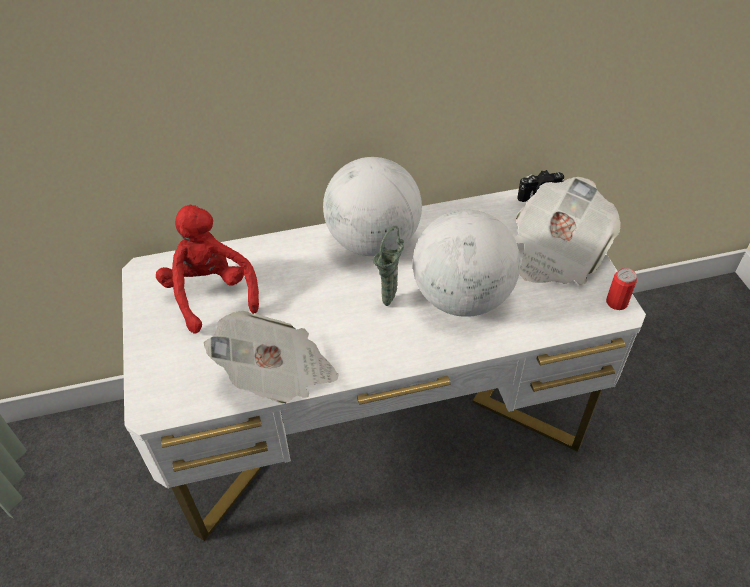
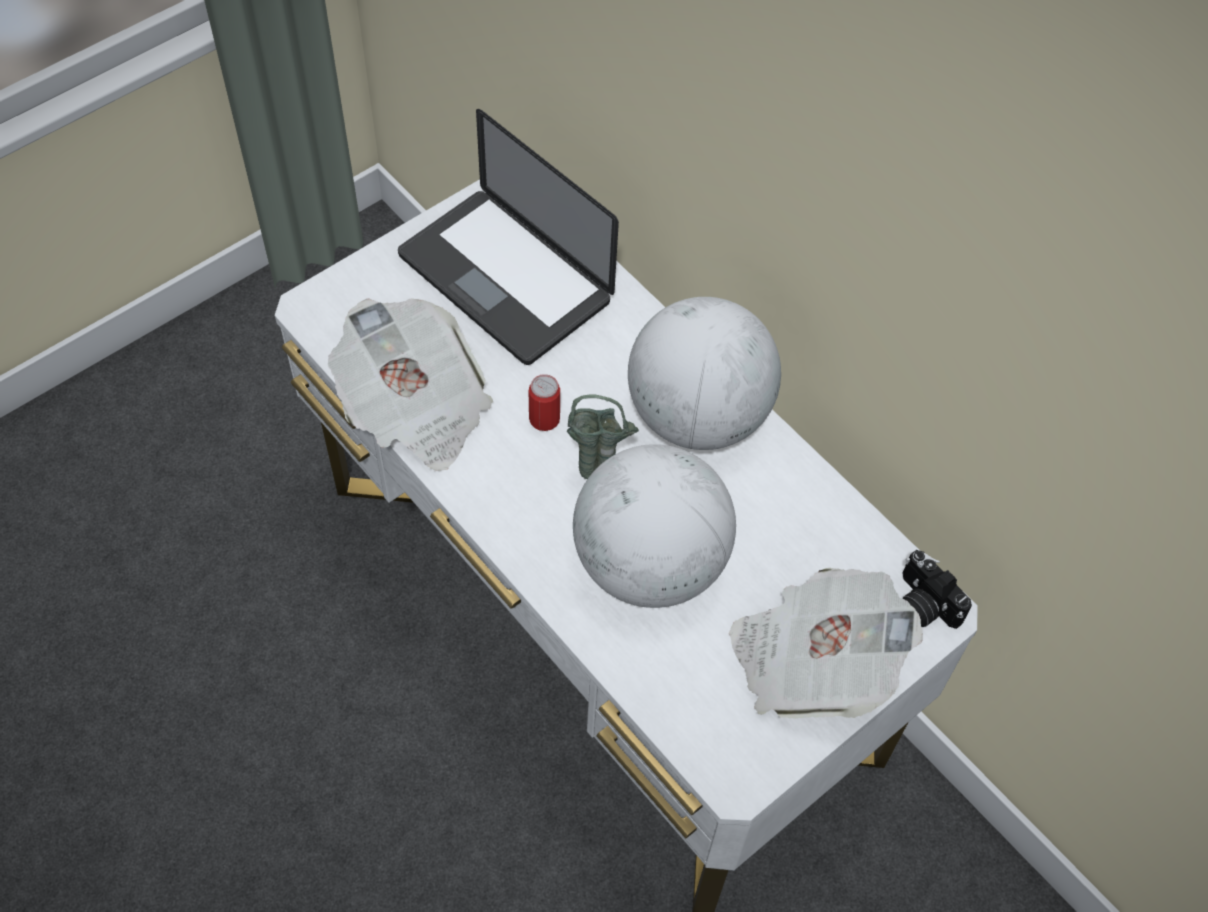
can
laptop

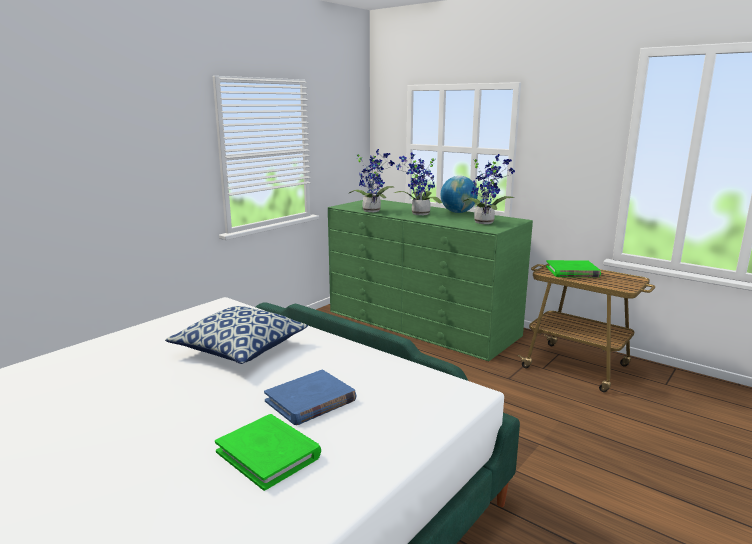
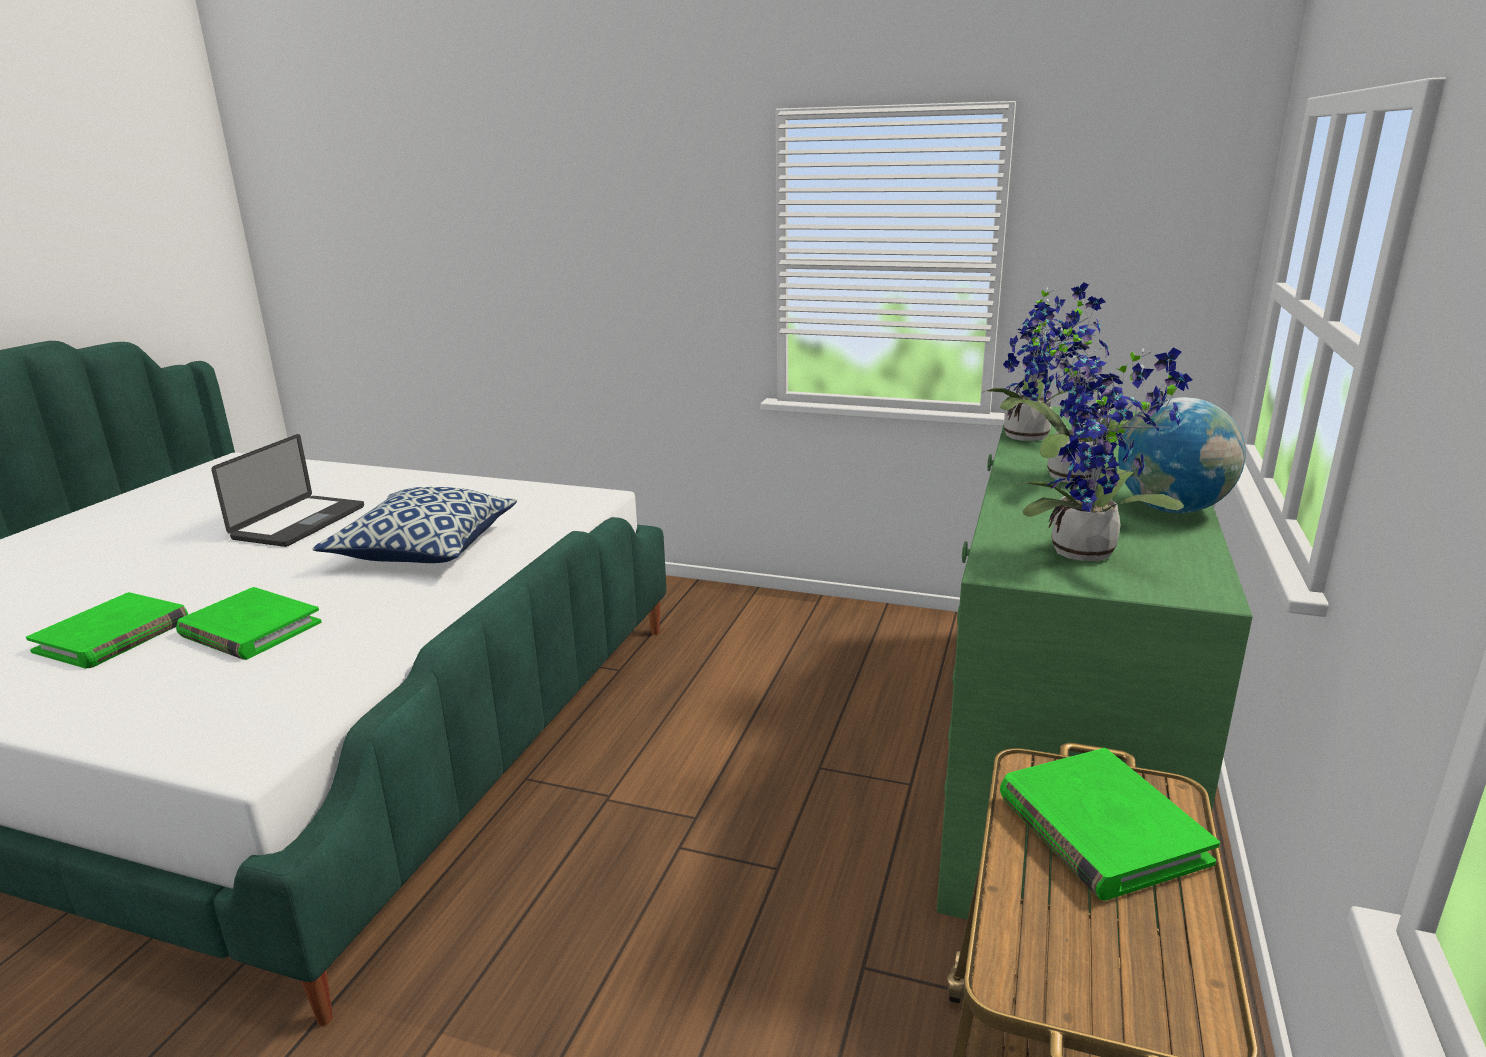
laptop
green book (no. 2 from left)

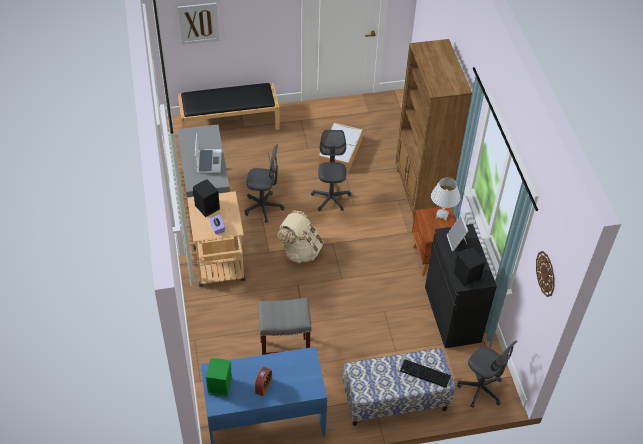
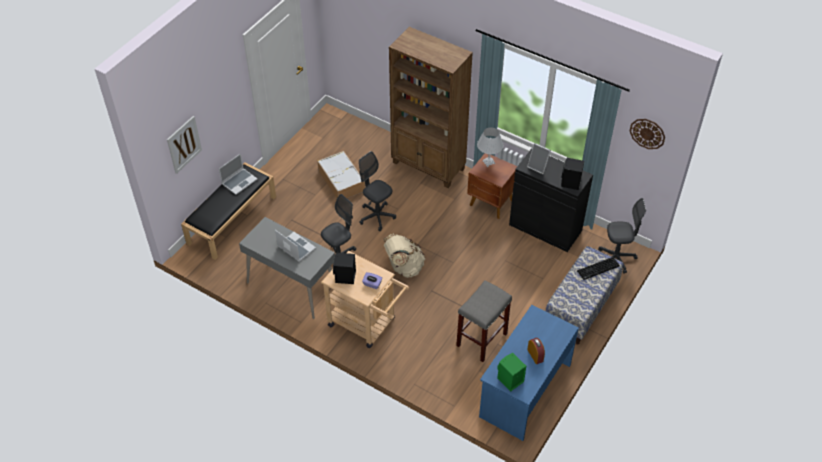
laptop (no. 1 from left)

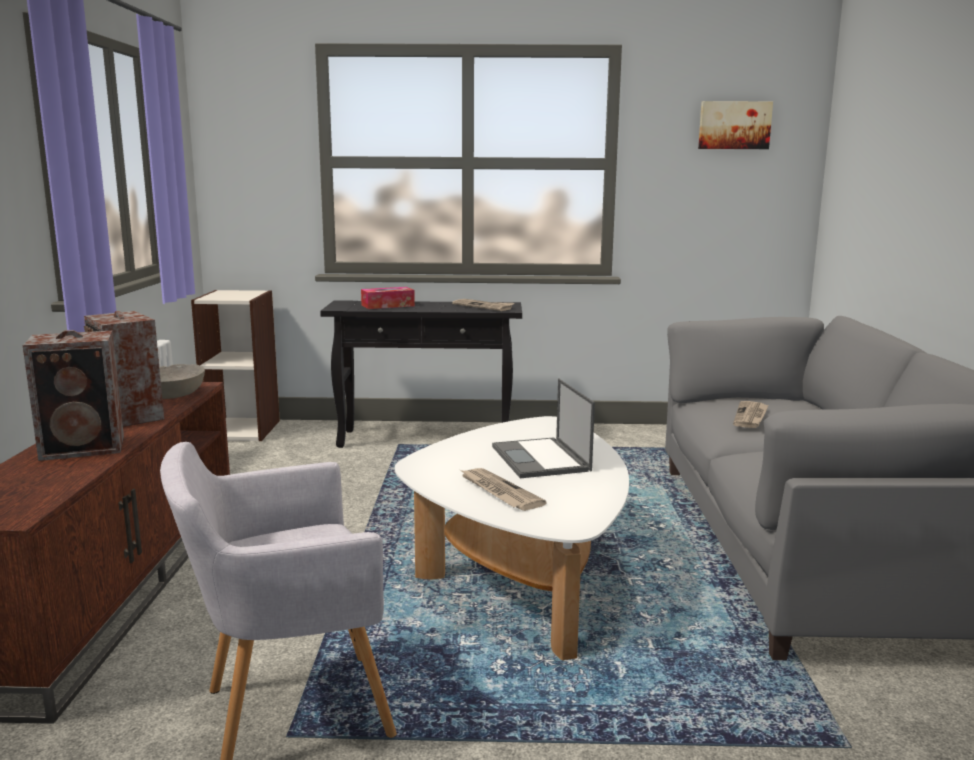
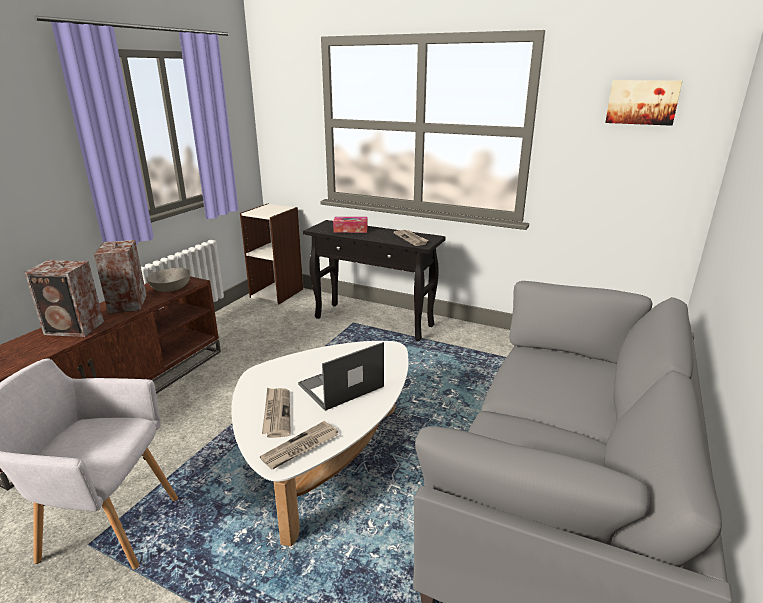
newspaper (no. 2 from left)
laptop

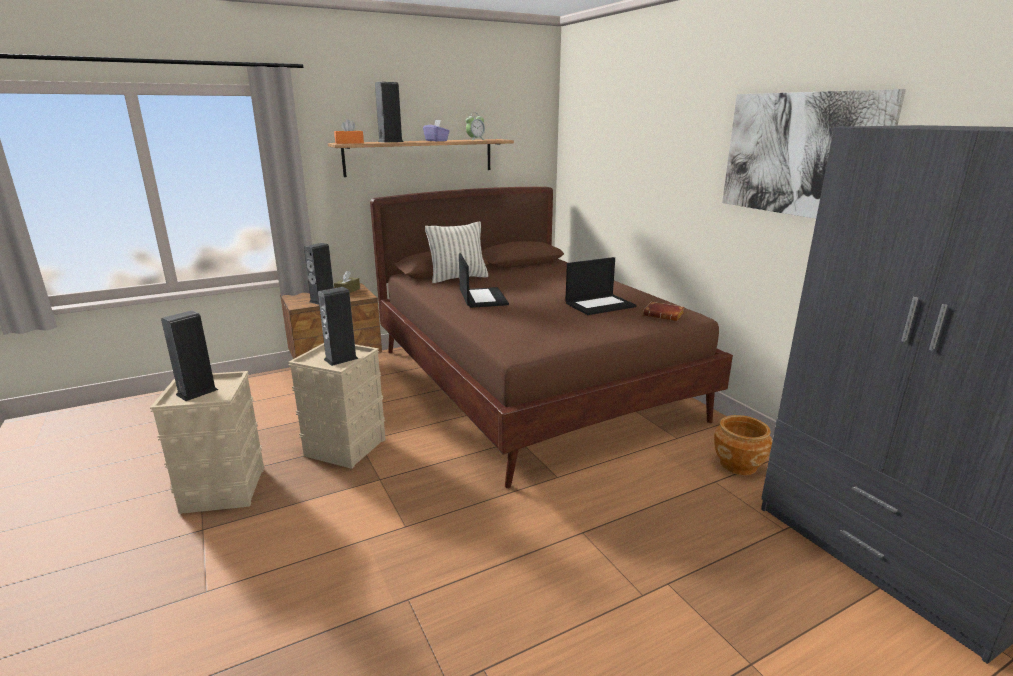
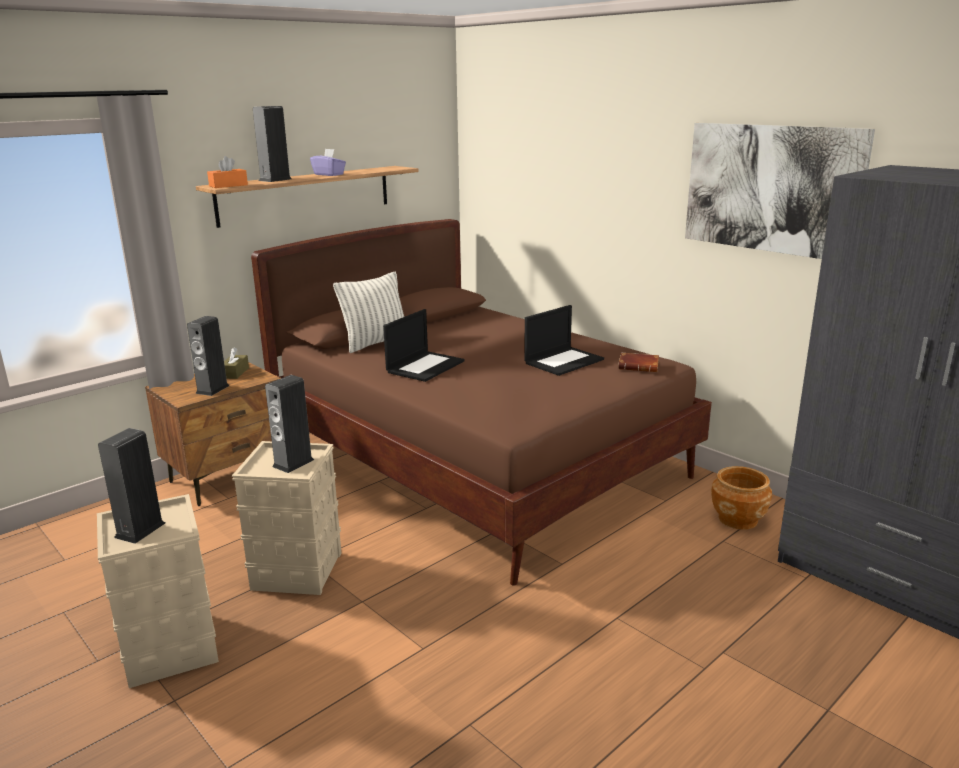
alarm clock
laptop (no. 1 from left)

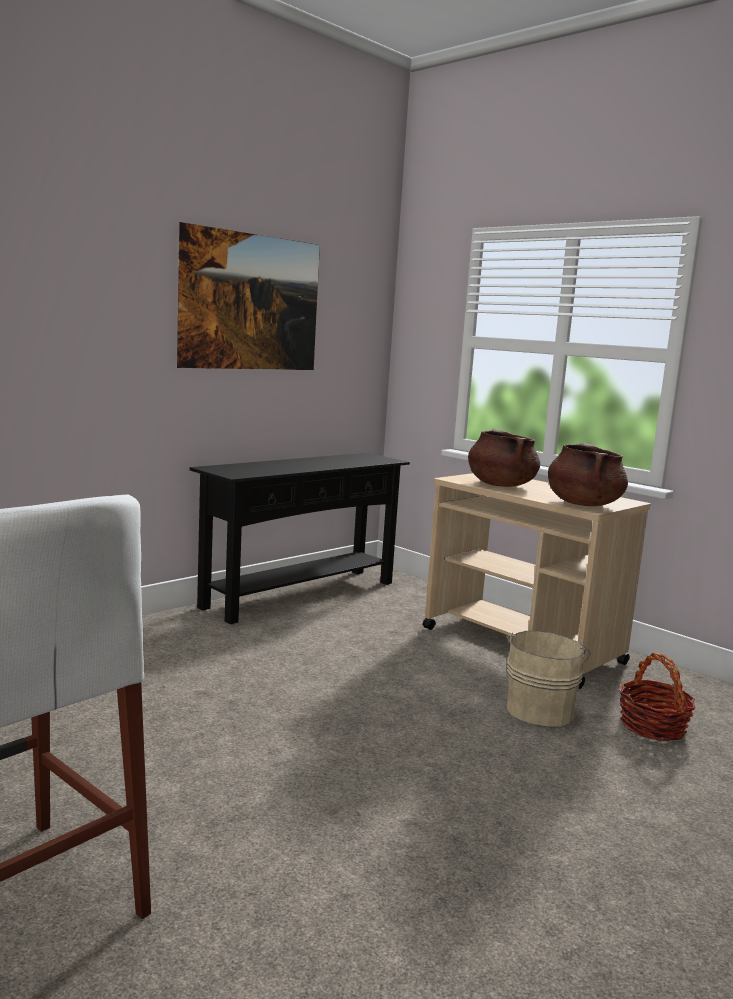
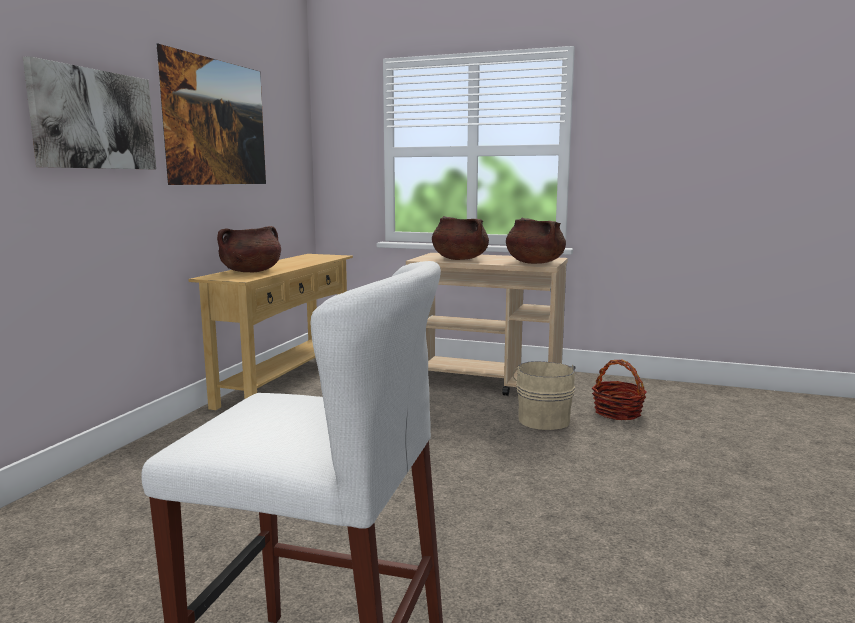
picture (no. 1 from left)
brown cooking pot (no. 1 from left)
beige console table

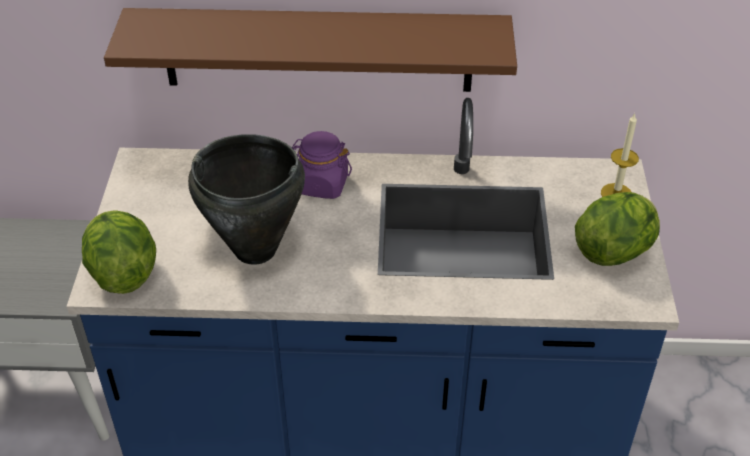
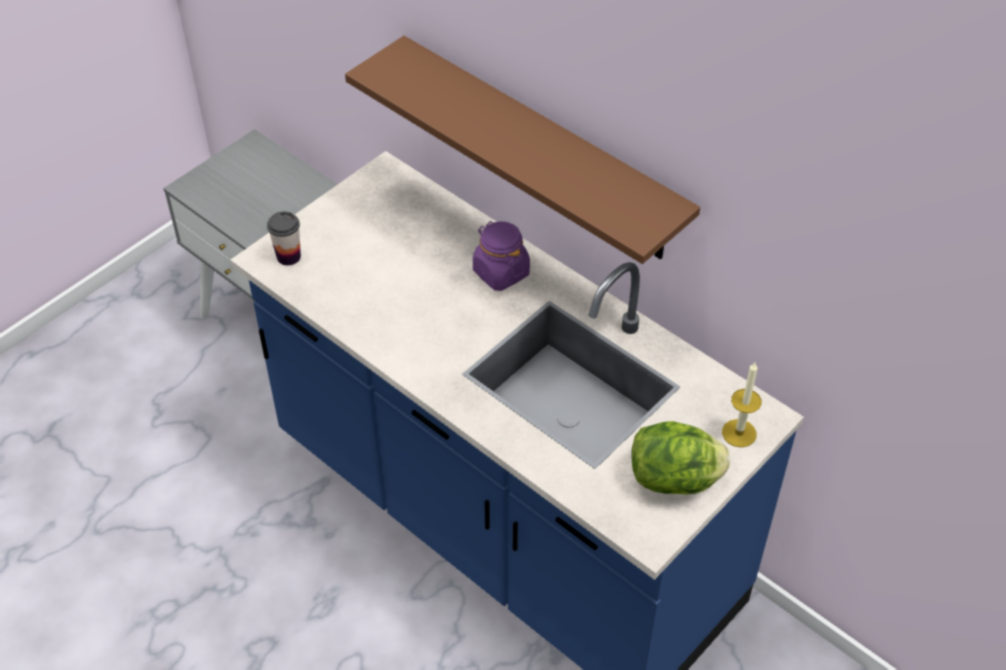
black cooking pot
cup

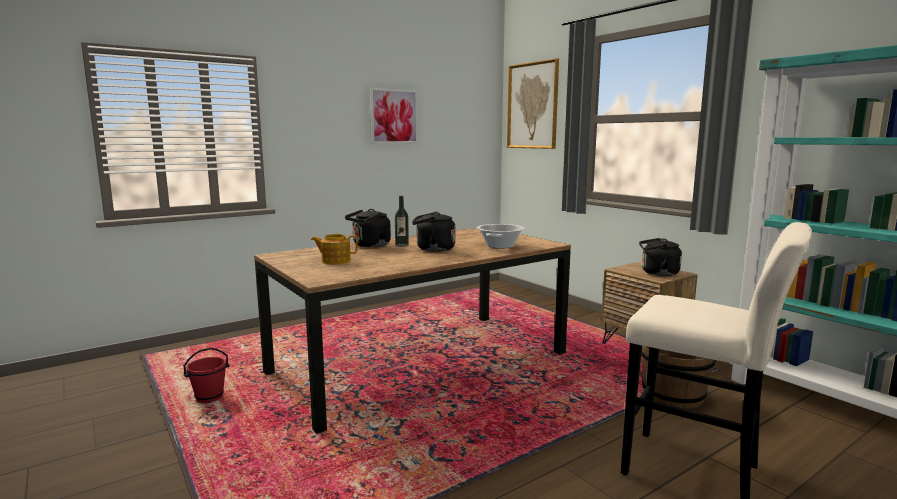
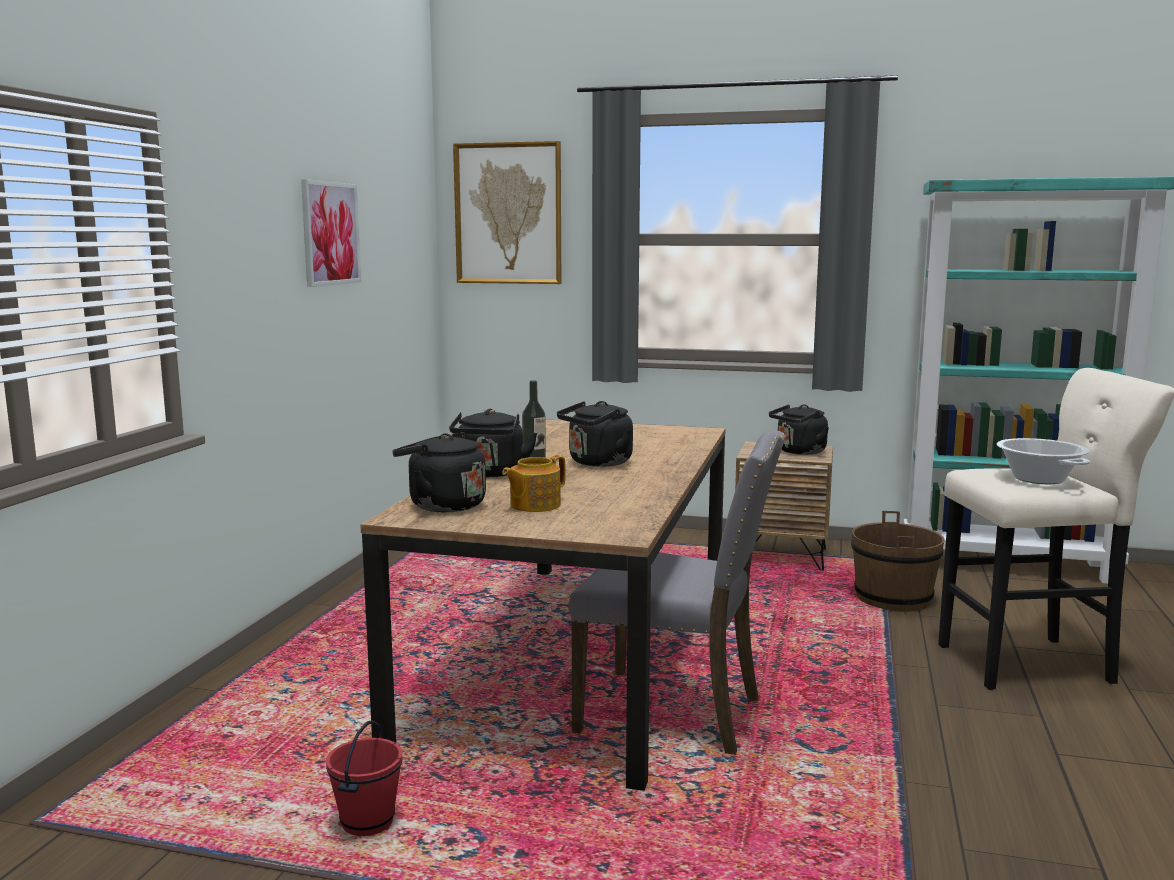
black kettle (no. 1 from left)
grey chair
cooking pot

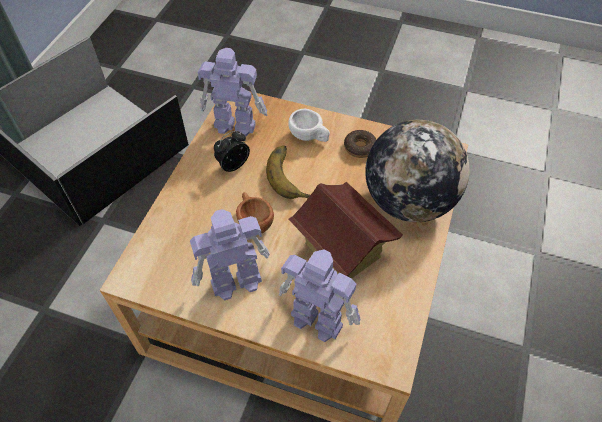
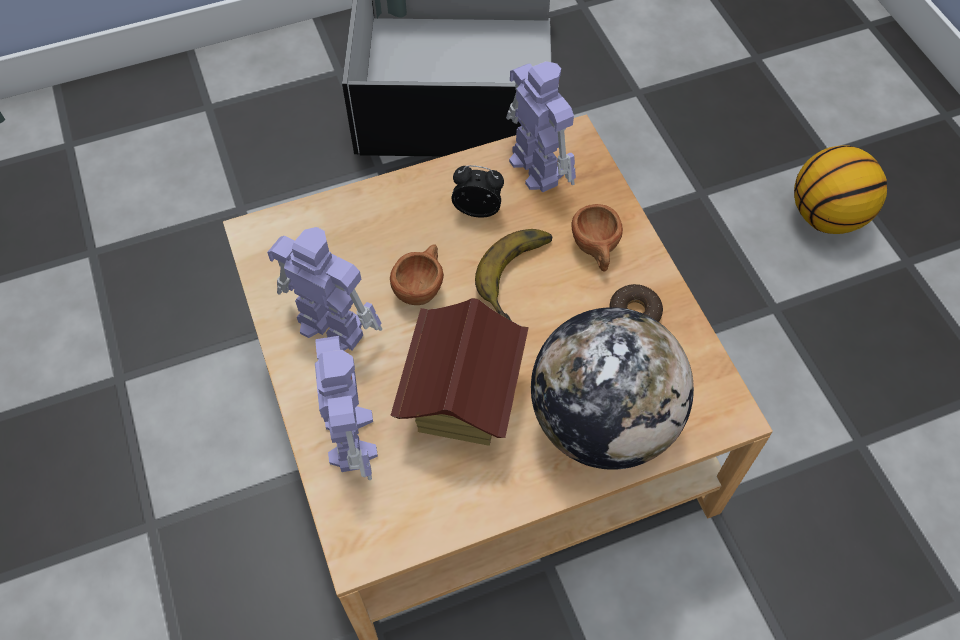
basketball
brown cup (no. 2 from left)

